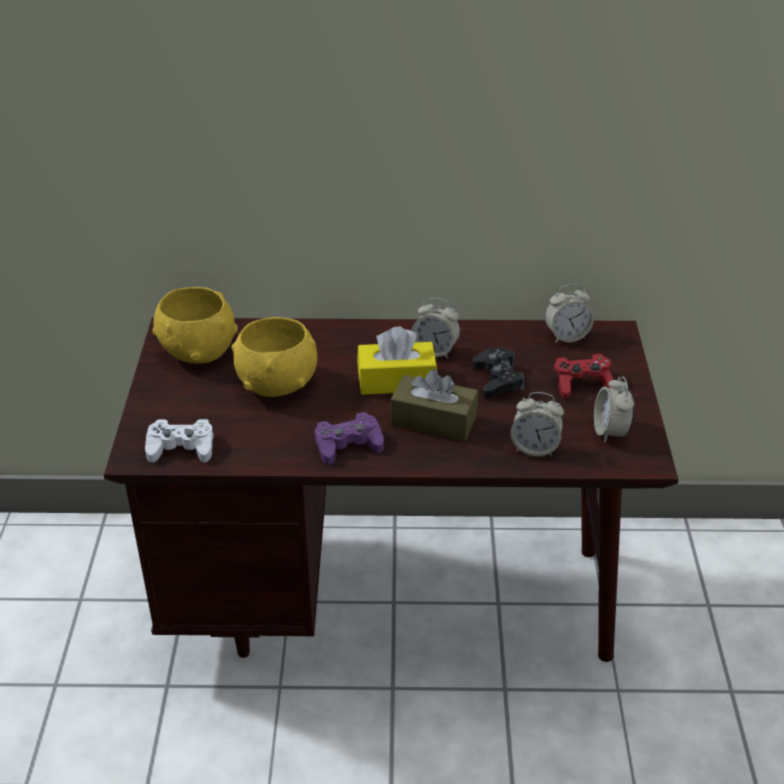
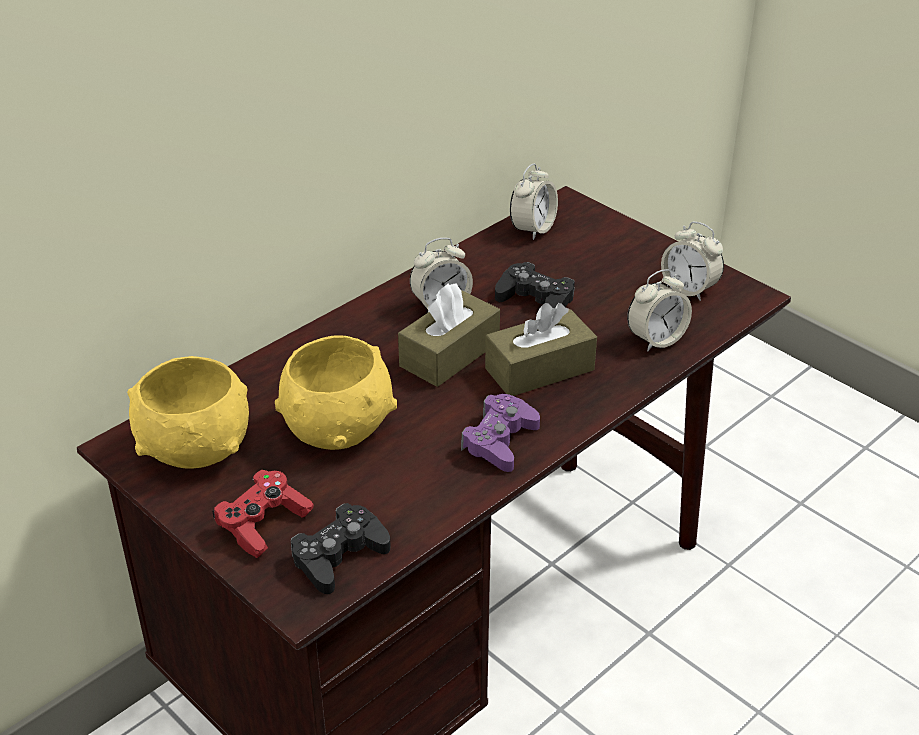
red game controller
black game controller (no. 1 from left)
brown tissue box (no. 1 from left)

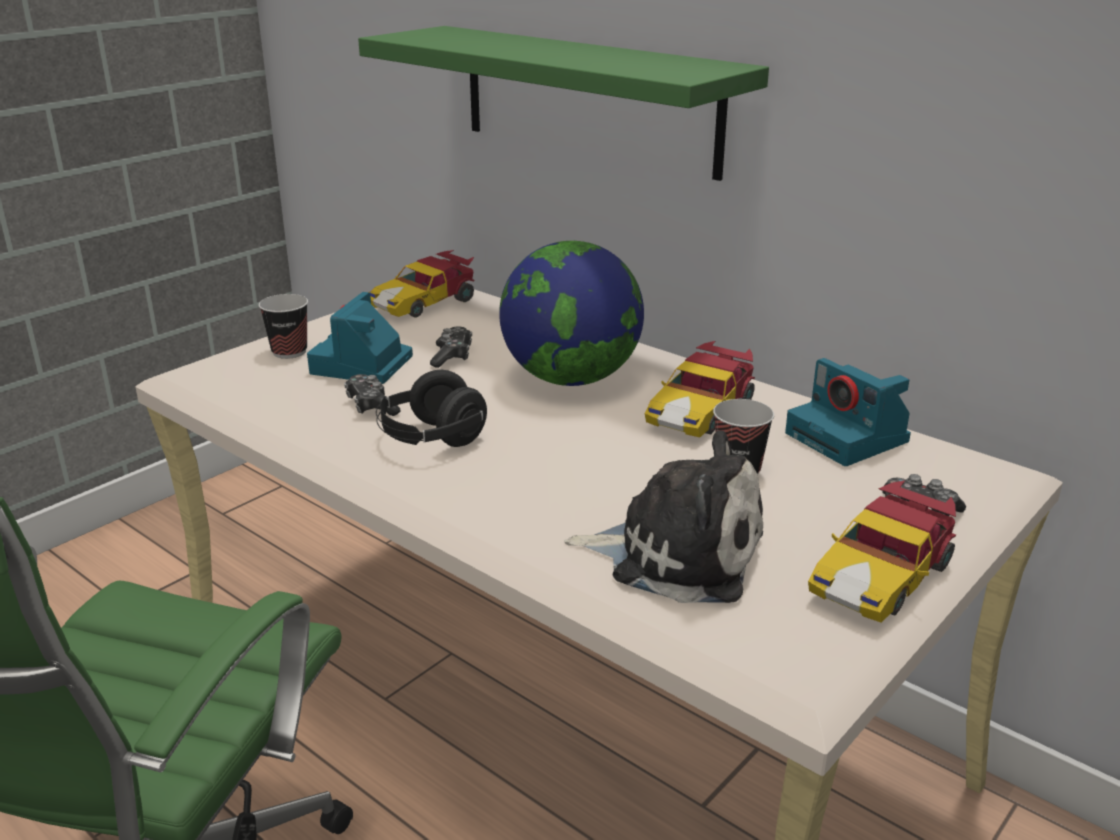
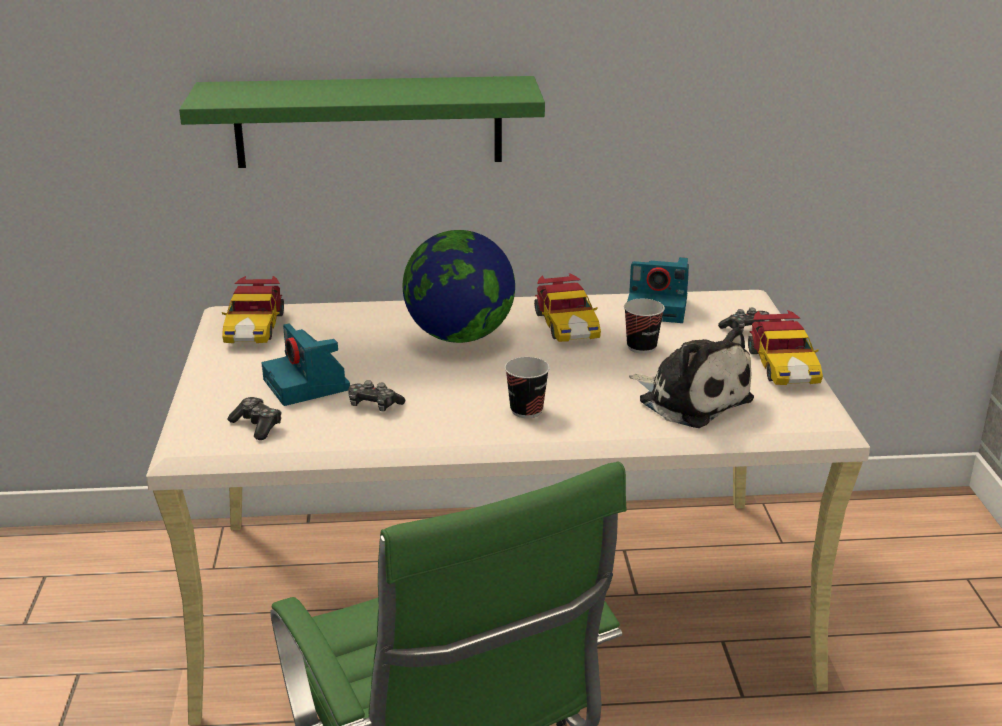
black headphones
cup (no. 1 from left)
game controller (no. 1 from left)
plush toy

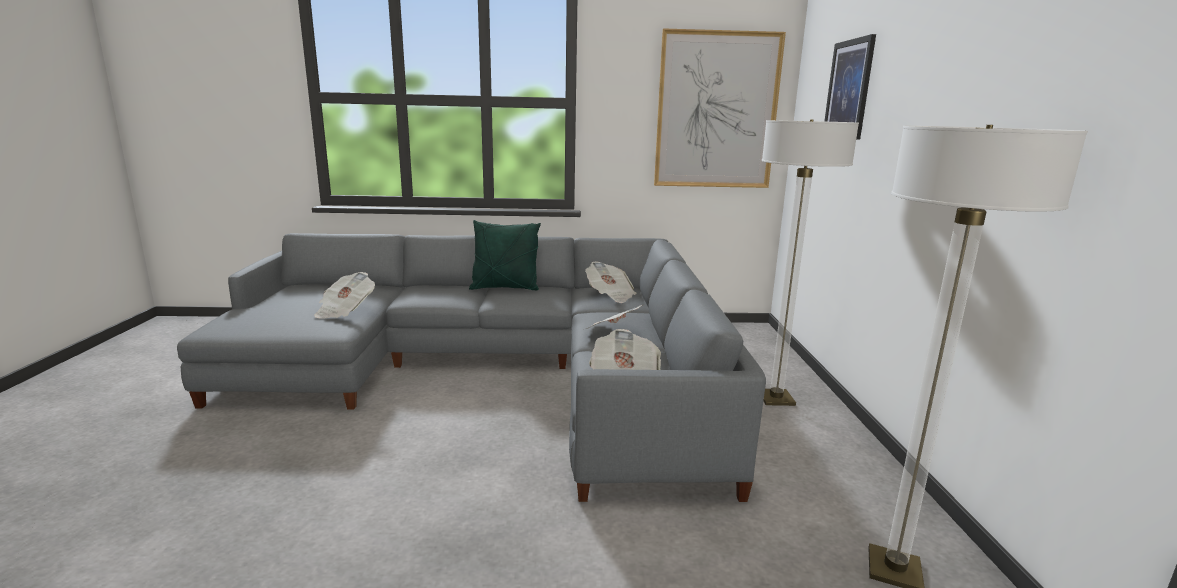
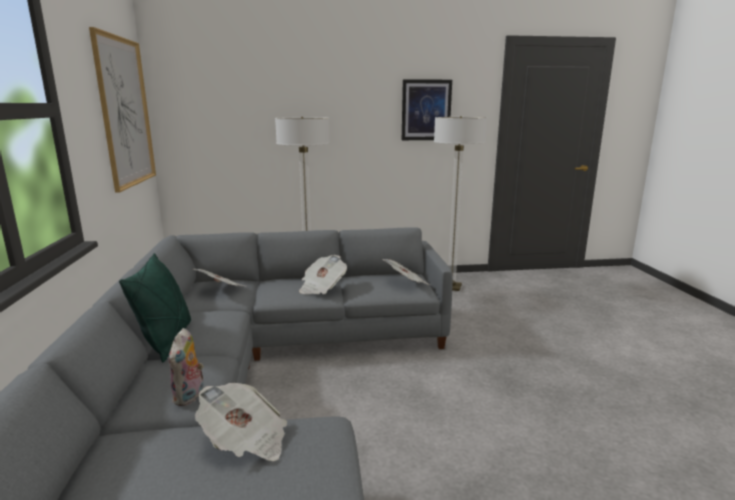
plush toy
picture (no. 2 from left)

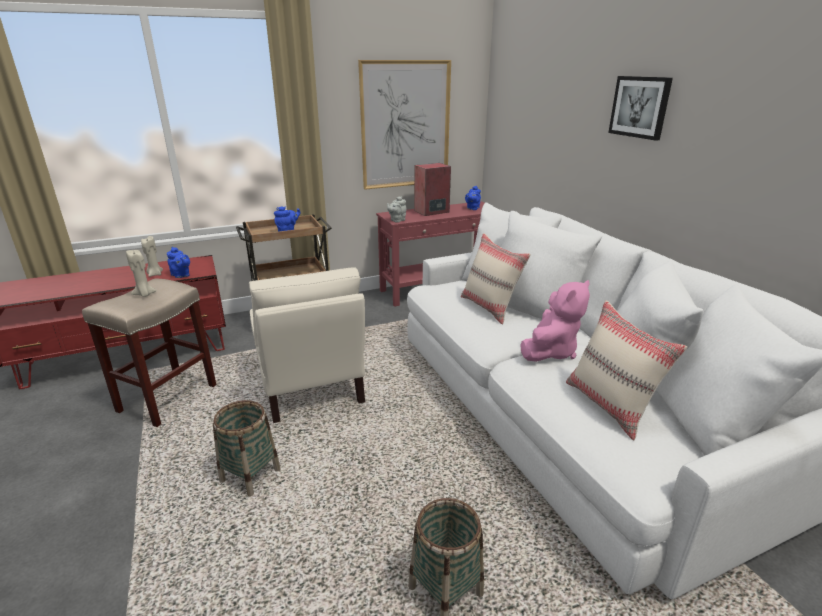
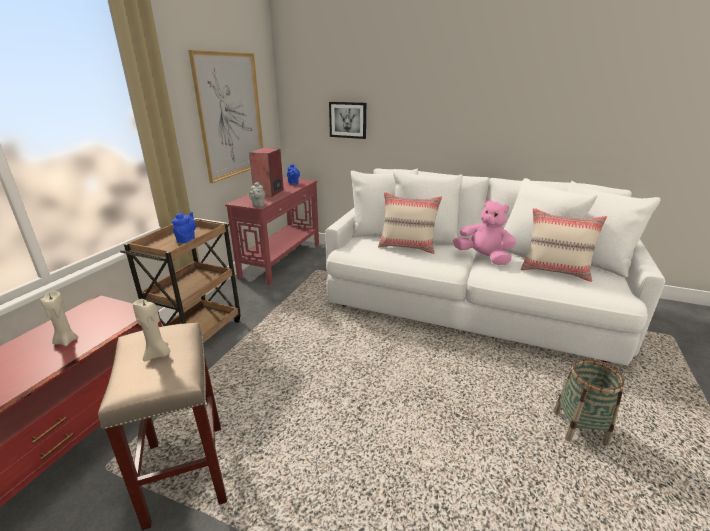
blue teapot (no. 1 from left in the first image)
basket (no. 1 from left in the first image)
beige armchair
picture (no. 2 from left)
pink plush toy

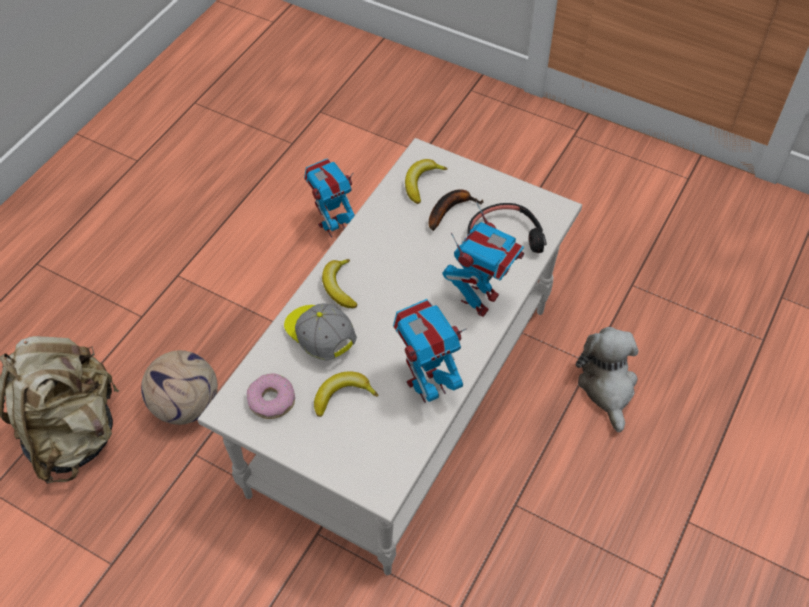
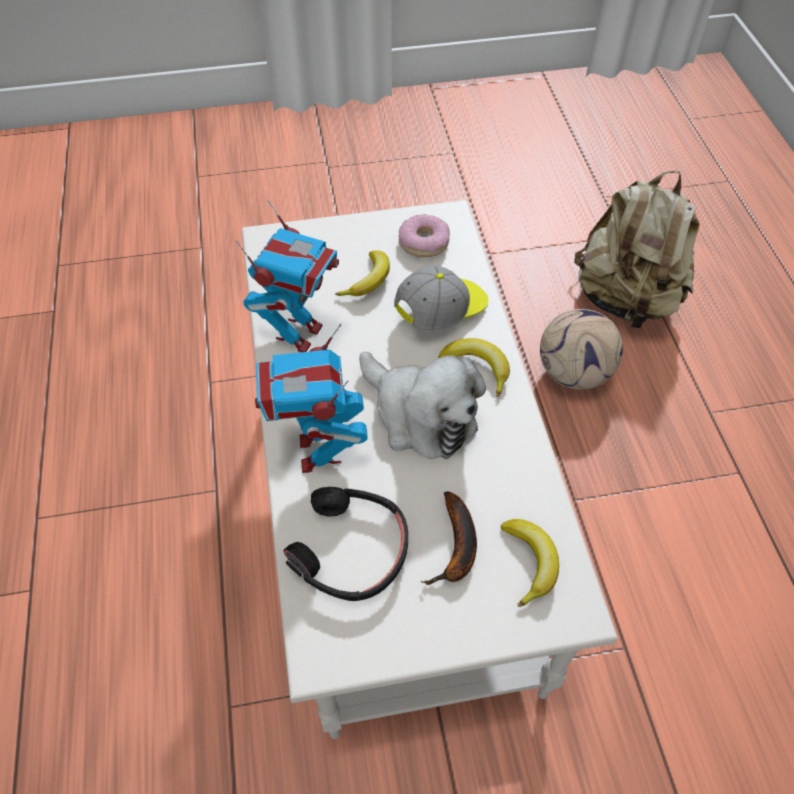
toy robot (no. 1 from left in the first image)
plush toy
cap

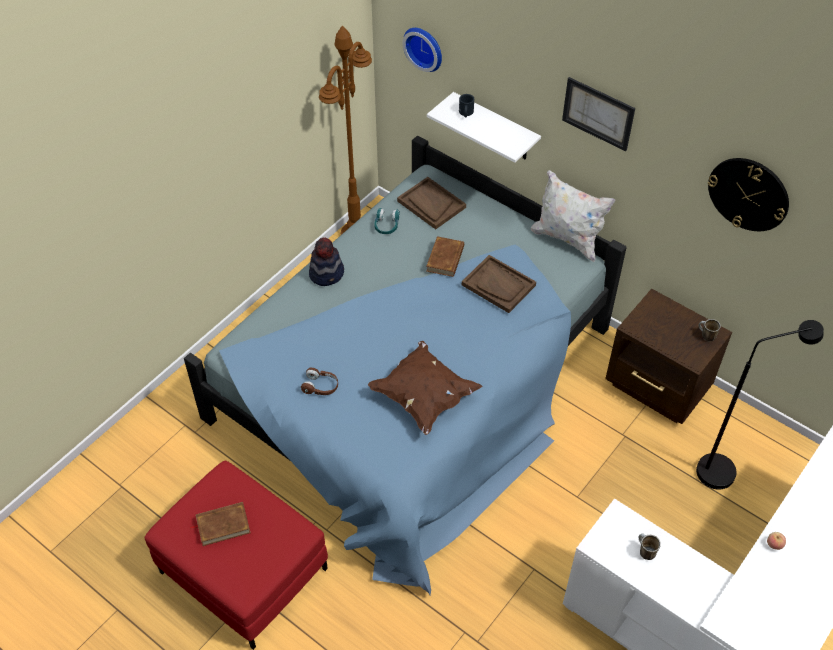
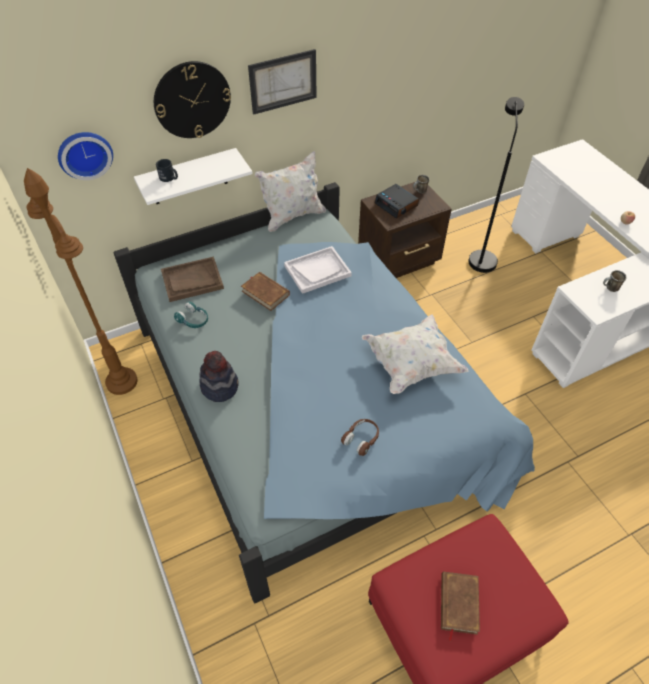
alarm clock
wall clock (no. 2 from left)
white pillow (no. 2 from left)
white tray

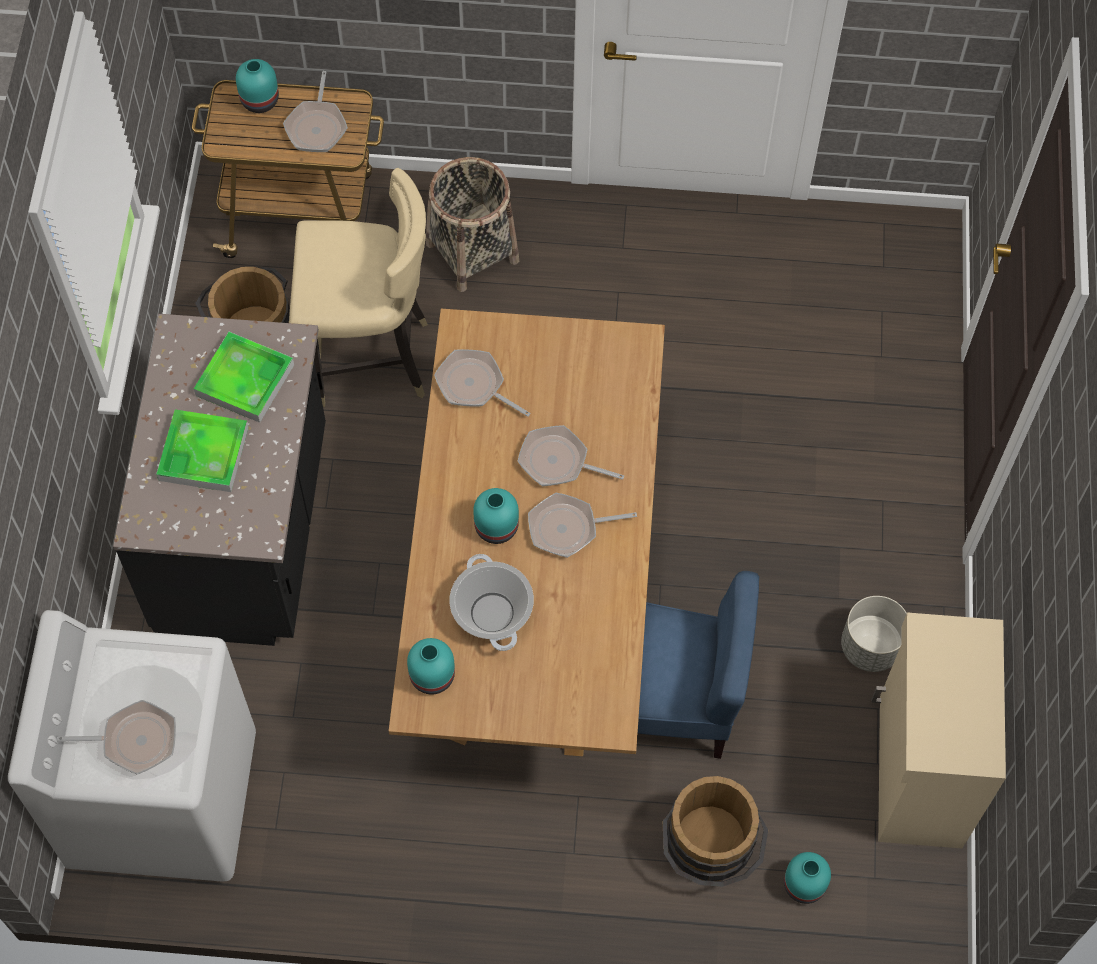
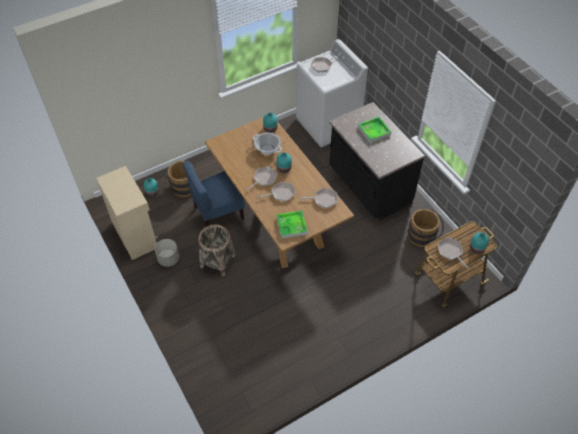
beige chair
tray (no. 1 from left)
basket

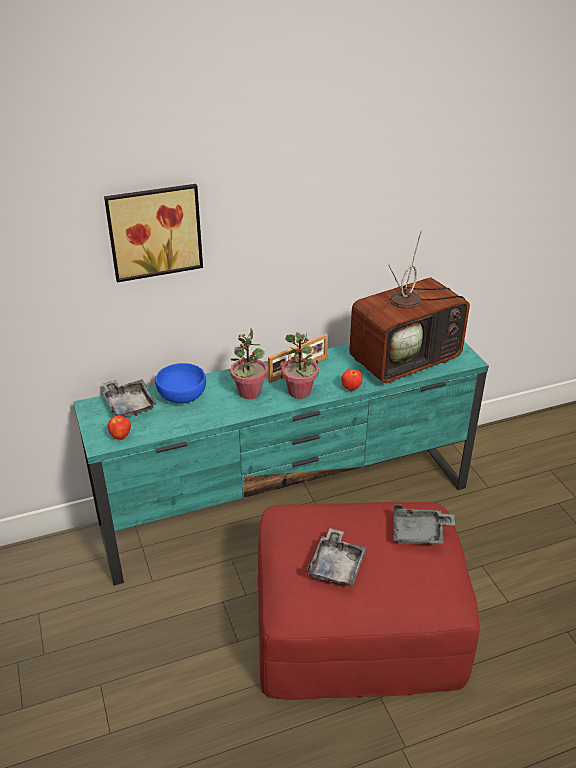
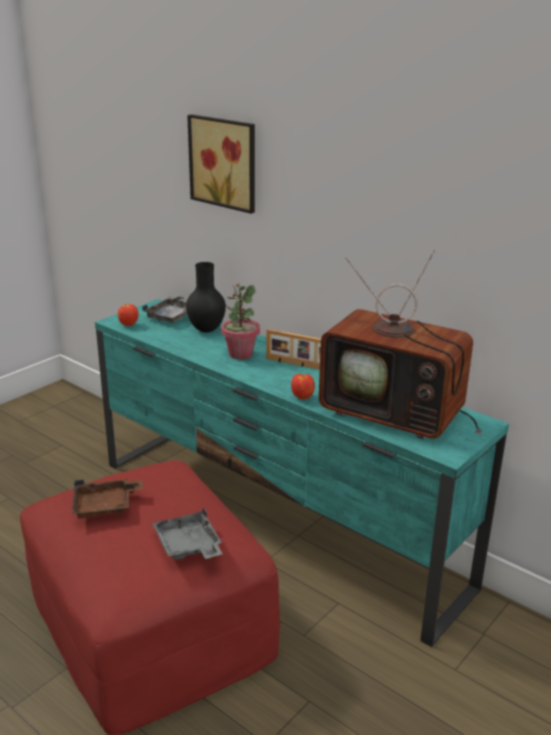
potted plant (no. 2 from left in the first image)
black vase
brown tray

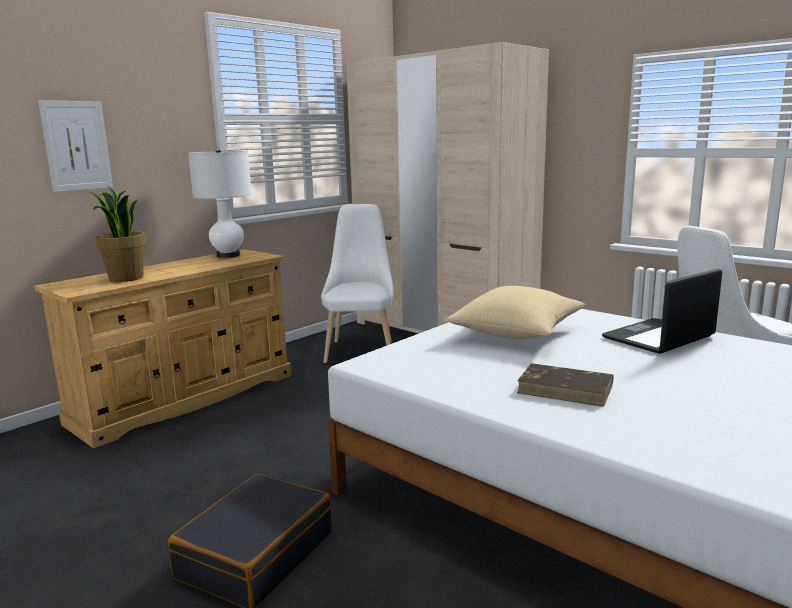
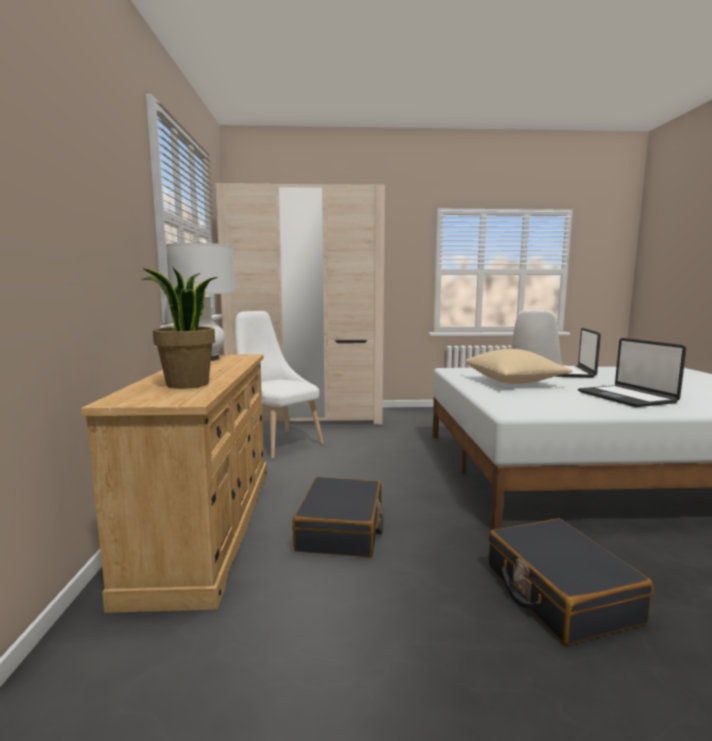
picture
black suitcase (no. 1 from left)
laptop (no. 2 from left)

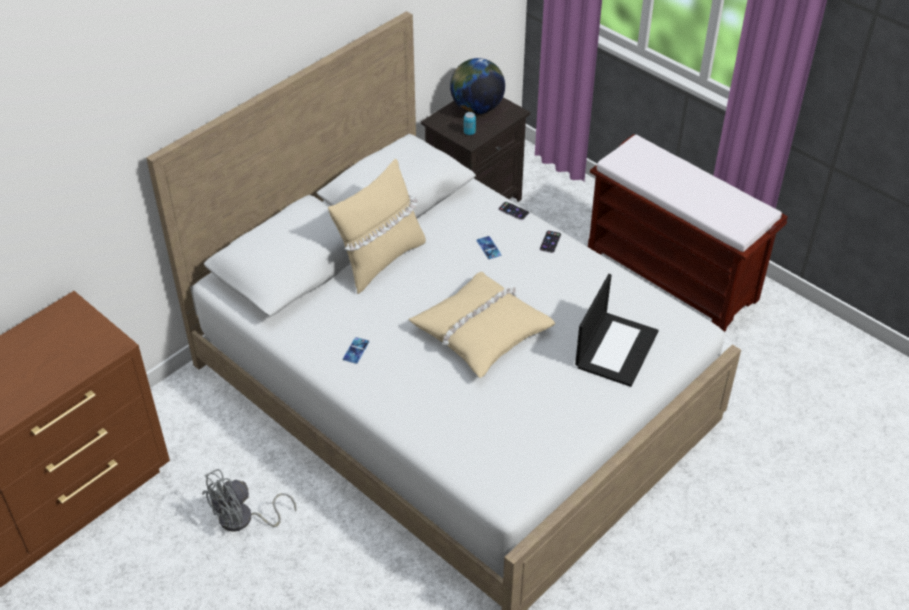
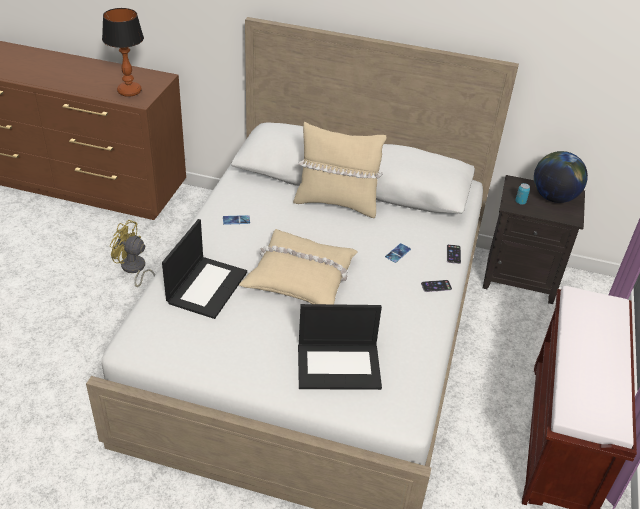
table lamp
laptop (no. 1 from left)
yellow fan

